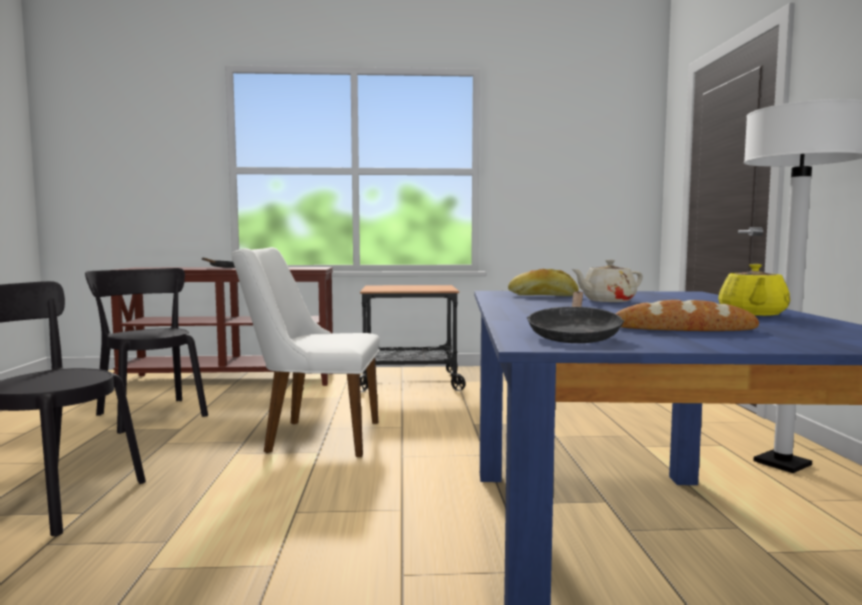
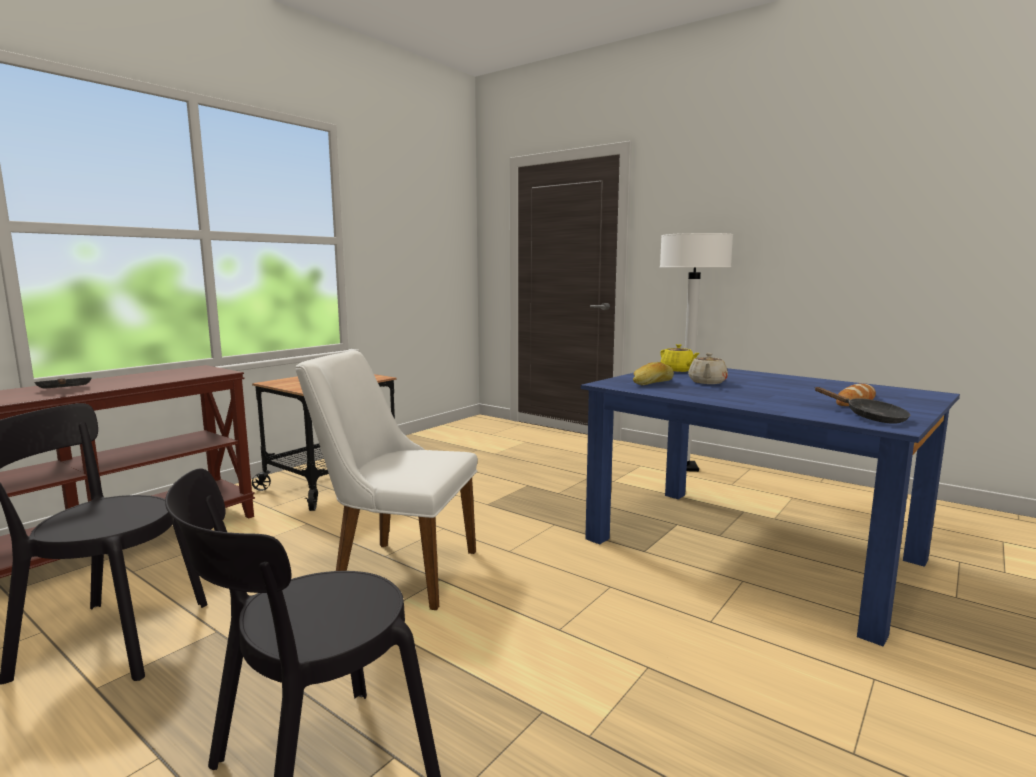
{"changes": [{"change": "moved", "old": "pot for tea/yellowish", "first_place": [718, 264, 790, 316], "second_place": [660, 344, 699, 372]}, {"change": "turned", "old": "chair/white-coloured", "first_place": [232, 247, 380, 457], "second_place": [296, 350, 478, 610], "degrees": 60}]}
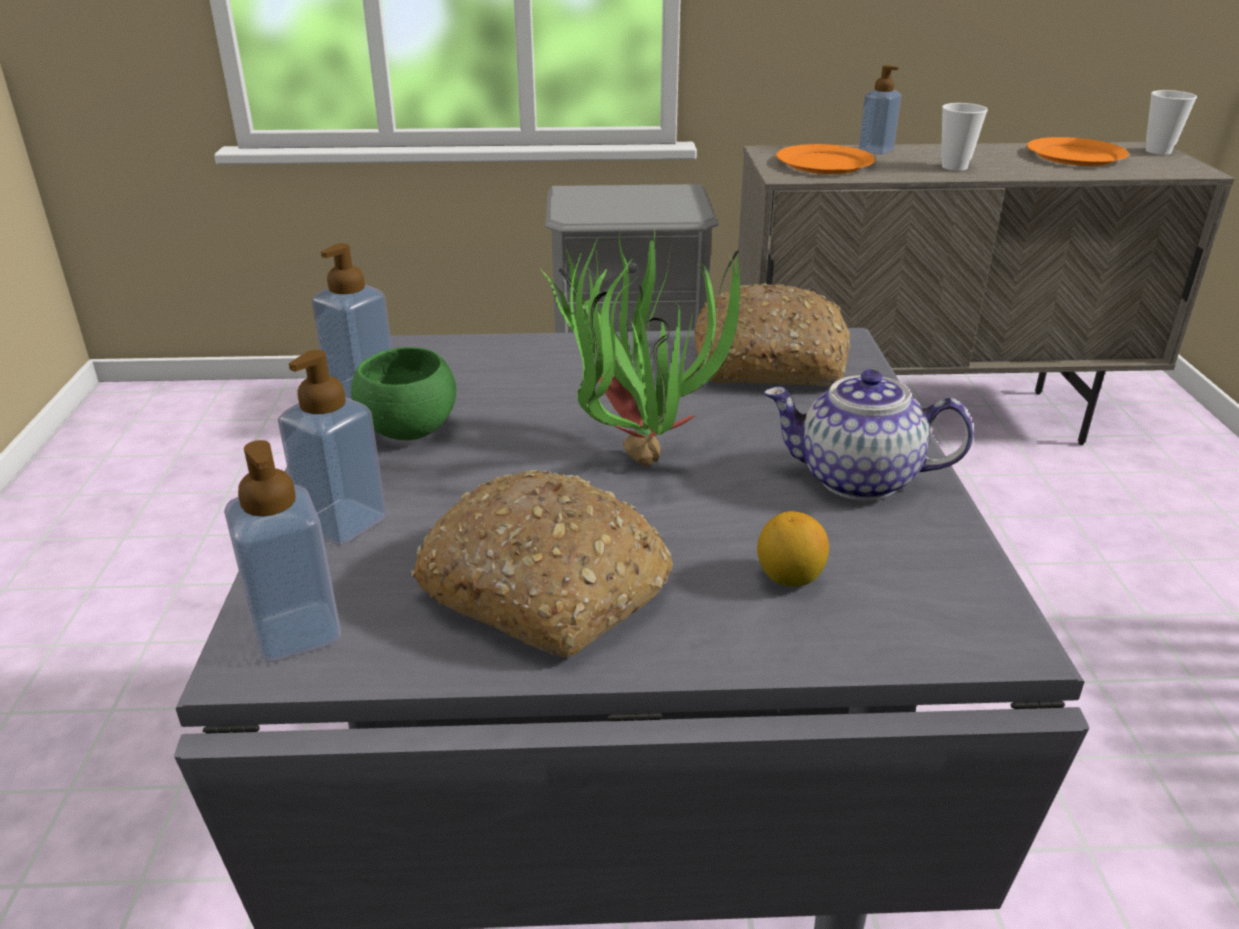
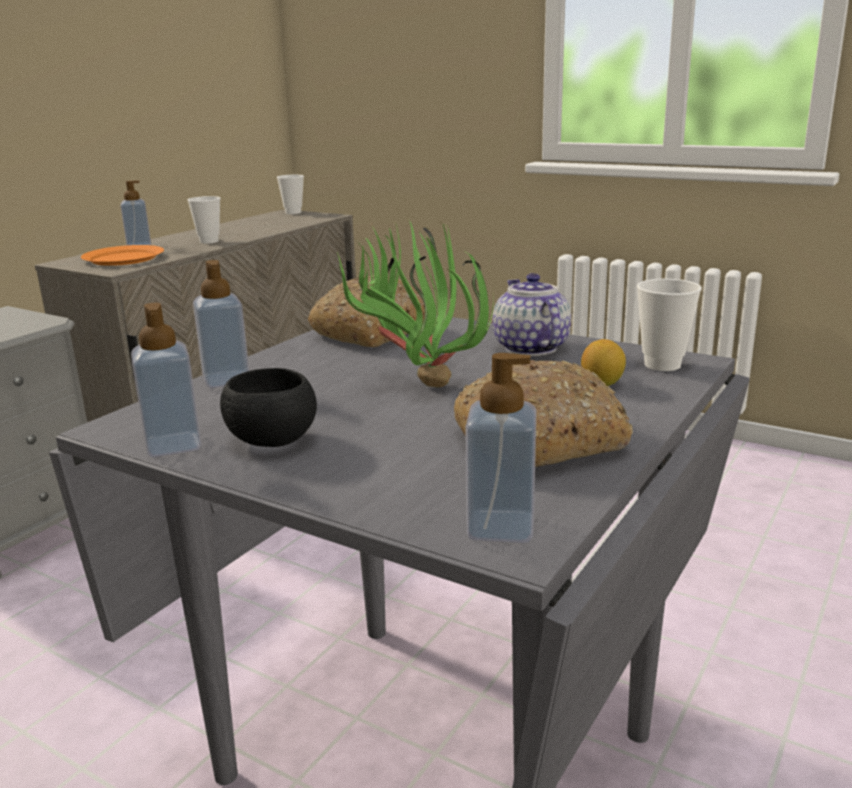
{"changes": [{"change": "removed", "old": "plate/orangey", "first_place": [1027, 137, 1129, 166]}, {"change": "added", "new": "drinking cup", "second_place": [637, 279, 702, 371]}, {"change": "moved", "old": "liquid soap bottle", "first_place": [278, 350, 386, 545], "second_place": [193, 260, 249, 388]}, {"change": "recoloured", "old": "serving bowl/green-coloured", "new": "serving bowl/black-coloured", "first_place": [351, 347, 456, 440], "second_place": [220, 368, 317, 447]}, {"change": "turned", "old": "pot for tea", "first_place": [764, 369, 974, 501], "second_place": [492, 273, 571, 356], "degrees": 120}]}
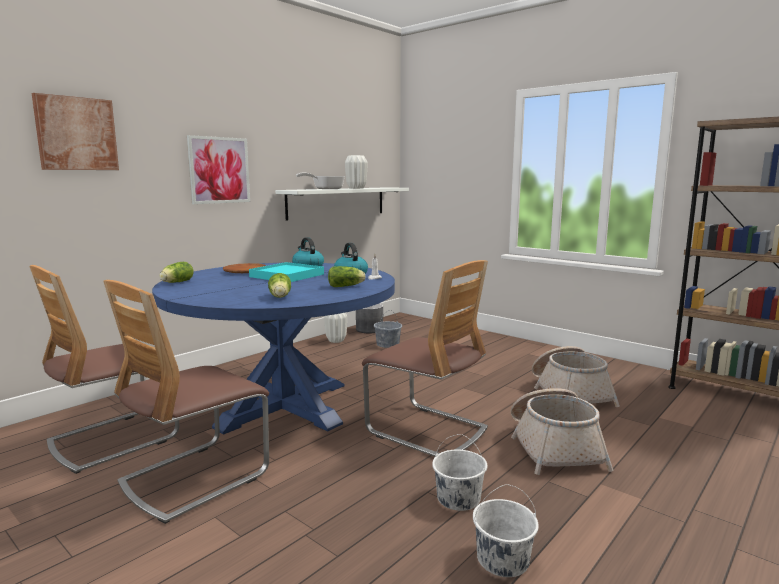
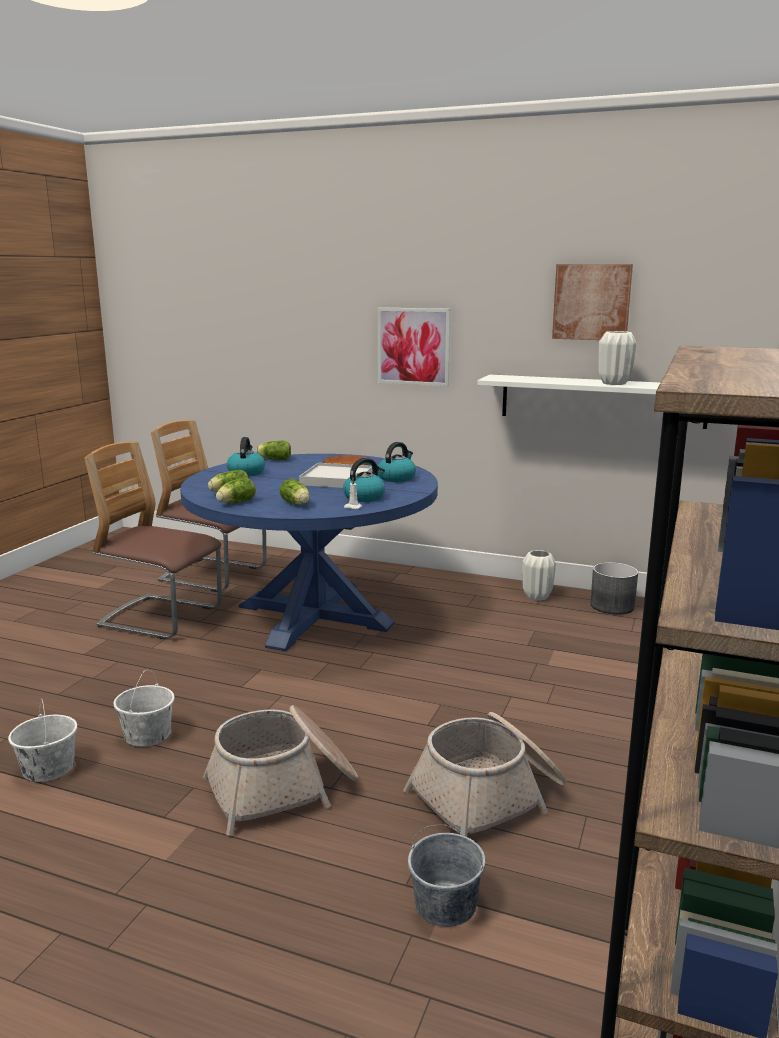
{"changes": [{"change": "removed", "old": "skillet", "first_place": [296, 173, 345, 189]}, {"change": "removed", "old": "chair", "first_place": [362, 260, 488, 457]}, {"change": "added", "new": "lettuce", "second_place": [216, 478, 256, 503]}, {"change": "added", "new": "kettle", "second_place": [227, 437, 265, 476]}, {"change": "moved", "old": "picture", "first_place": [32, 93, 119, 170], "second_place": [552, 264, 633, 340]}, {"change": "moved", "old": "pail/gray", "first_place": [374, 310, 402, 348], "second_place": [408, 824, 486, 927]}, {"change": "recoloured", "old": "serving tray/blue-green", "new": "serving tray/white-coloured", "first_place": [249, 262, 324, 282], "second_place": [299, 463, 372, 488]}]}
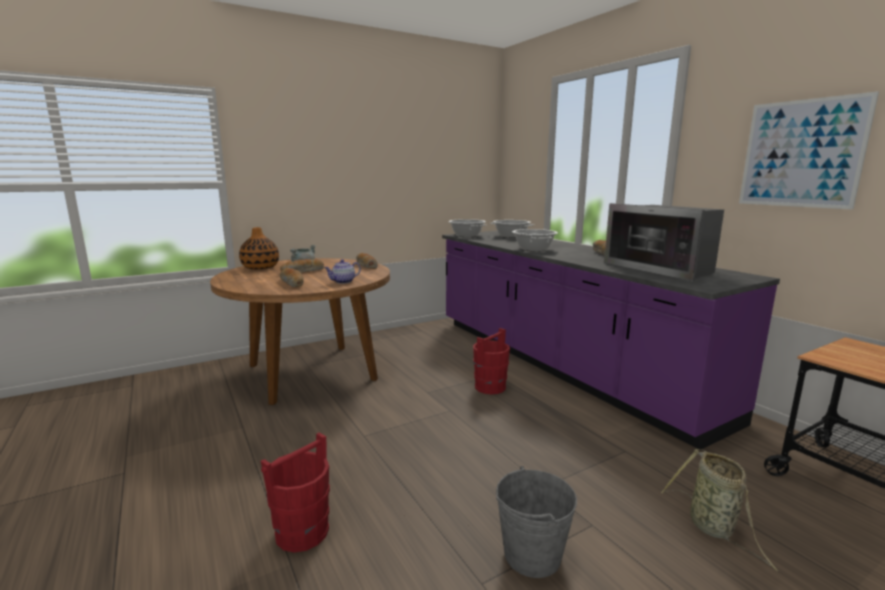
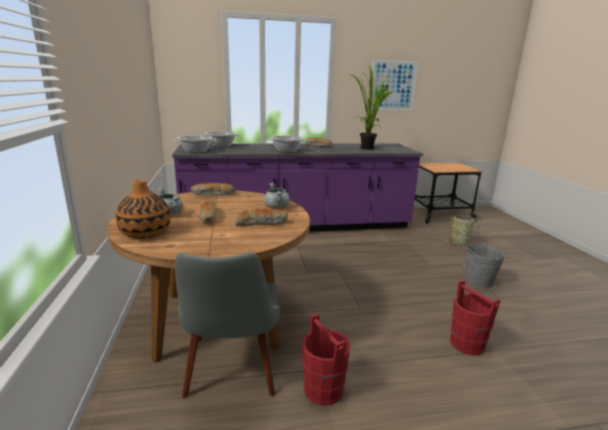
{"changes": [{"change": "added", "new": "chair/gray", "second_place": [175, 252, 280, 398]}, {"change": "moved", "old": "pail/reddish", "first_place": [473, 328, 510, 394], "second_place": [302, 314, 350, 405]}, {"change": "replaced", "old": "pot for tea", "new": "stockpot/gray", "first_place": [325, 259, 361, 284], "second_place": [264, 183, 290, 208]}, {"change": "replaced", "old": "microwave oven", "new": "potted plant", "first_place": [604, 203, 724, 281], "second_place": [351, 65, 396, 150]}]}
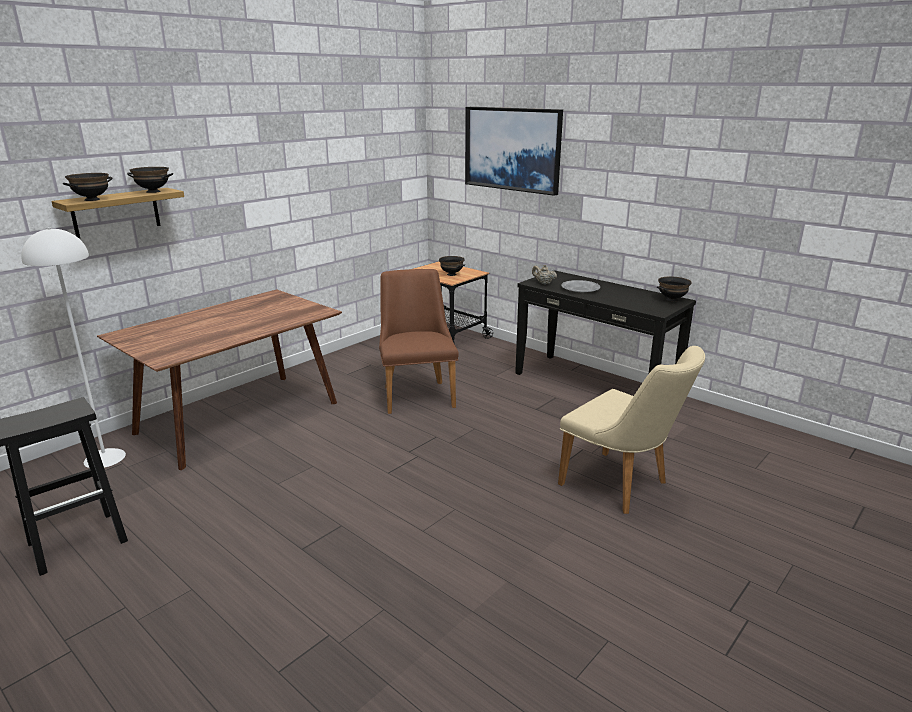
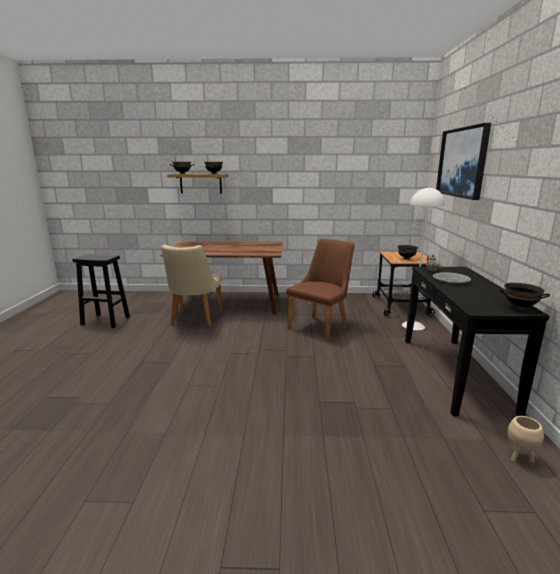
{"changes": [{"change": "added", "new": "planter/beige-coloured", "second_place": [508, 416, 544, 463]}, {"change": "moved", "old": "floor lamp/white-coloured", "first_place": [21, 227, 126, 468], "second_place": [402, 187, 445, 330]}, {"change": "moved", "old": "chair/beige-coloured", "first_place": [558, 346, 705, 514], "second_place": [161, 245, 222, 326]}]}
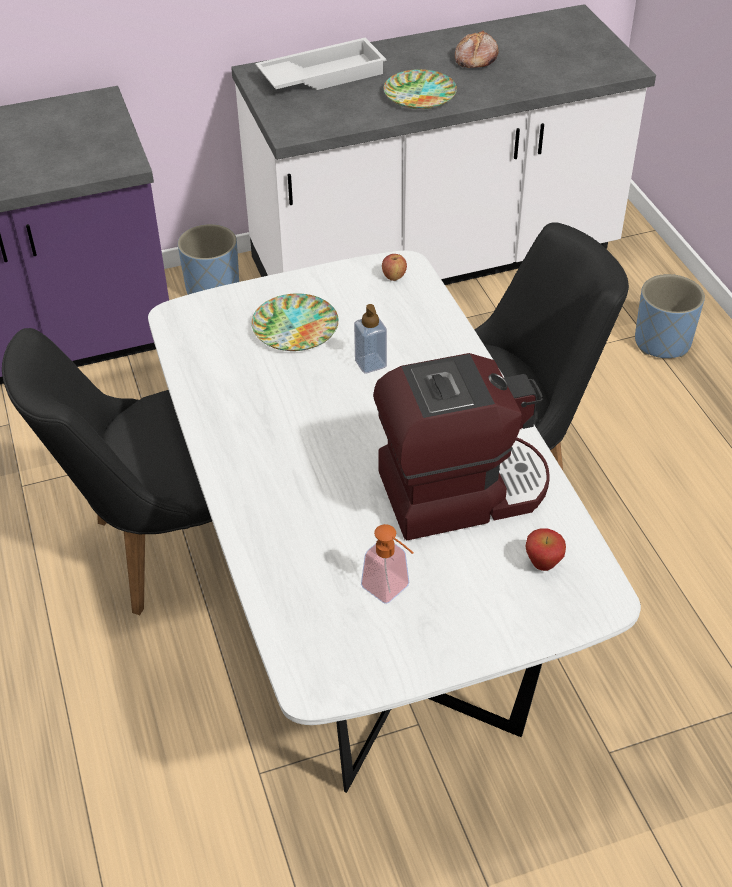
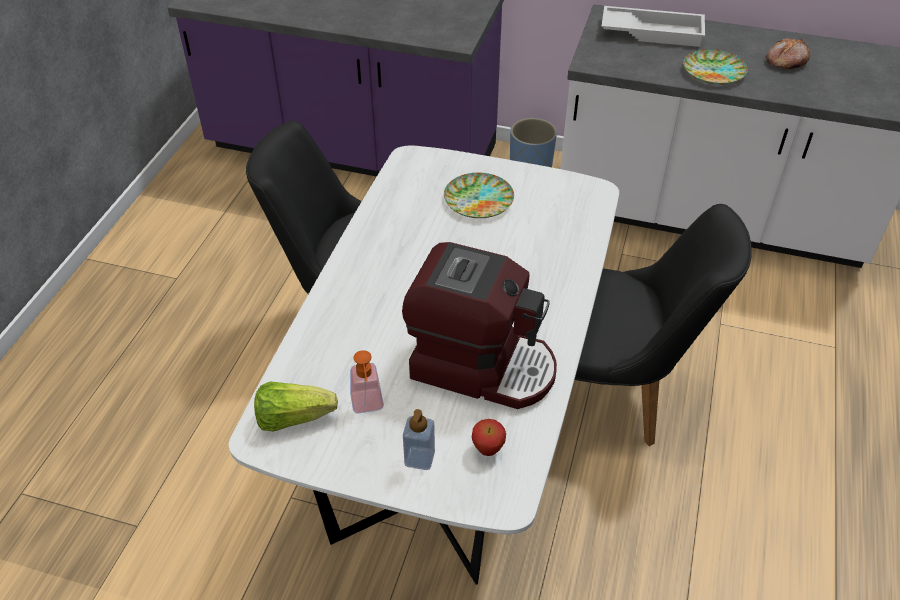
{"changes": [{"change": "removed", "old": "whole apple", "first_place": [382, 254, 407, 281]}, {"change": "removed", "old": "planter/blue", "first_place": [635, 274, 705, 358]}, {"change": "added", "new": "lettuce", "second_place": [254, 381, 338, 431]}, {"change": "moved", "old": "liquid soap bottle", "first_place": [354, 304, 387, 374], "second_place": [403, 409, 435, 470]}]}
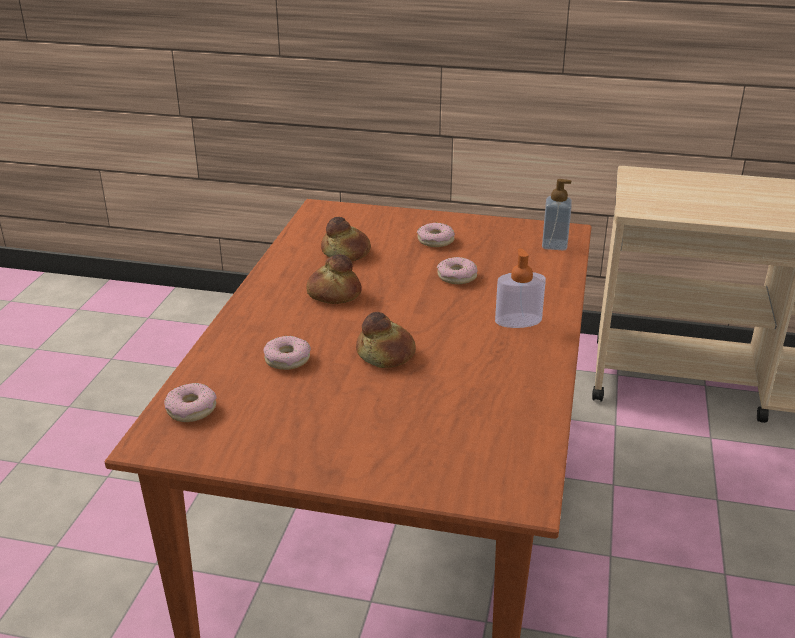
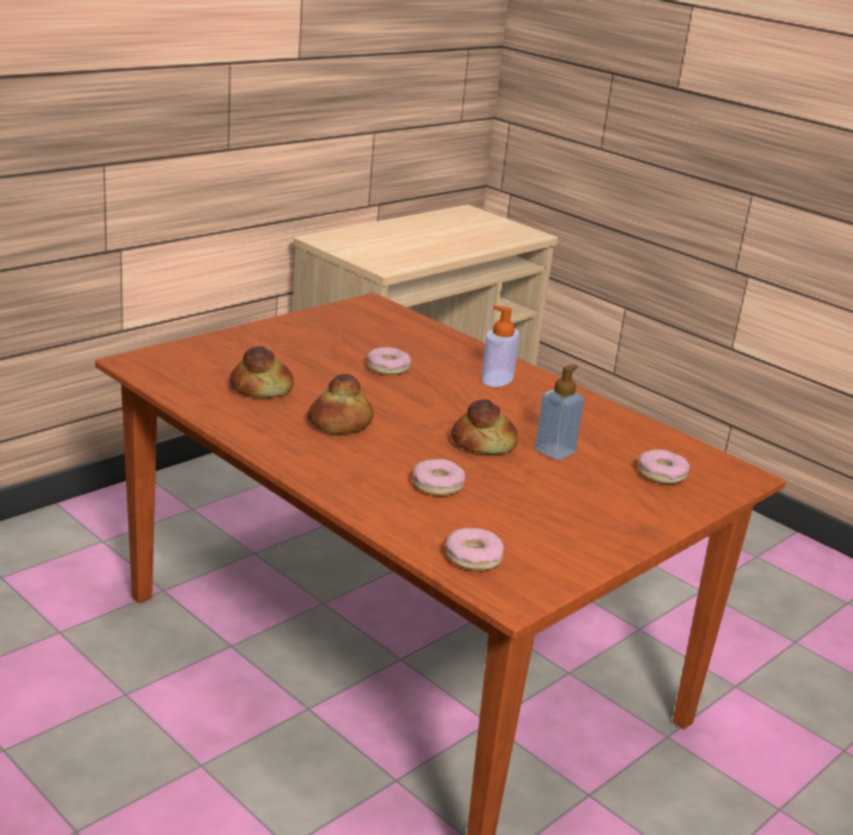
{"changes": [{"change": "moved", "old": "doughnut", "first_place": [417, 222, 455, 247], "second_place": [638, 449, 690, 484]}, {"change": "moved", "old": "liquid soap bottle", "first_place": [542, 179, 572, 251], "second_place": [535, 364, 585, 460]}]}
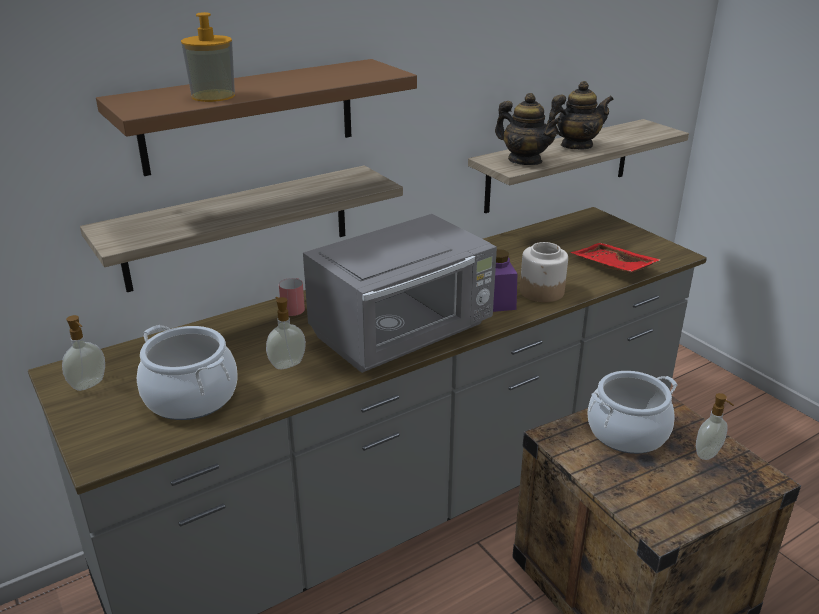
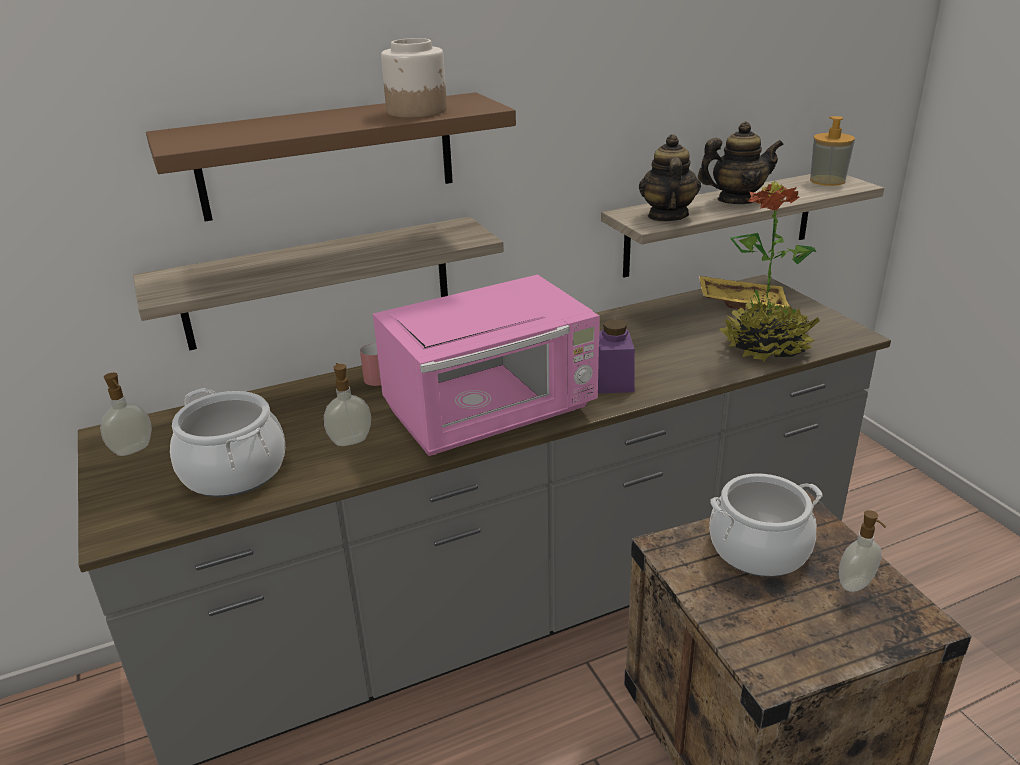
{"changes": [{"change": "added", "new": "serving tray/yellowish", "second_place": [699, 276, 789, 309]}, {"change": "moved", "old": "liquid soap bottle", "first_place": [181, 12, 235, 102], "second_place": [810, 116, 855, 186]}, {"change": "moved", "old": "storage jar", "first_place": [520, 242, 568, 302], "second_place": [381, 38, 447, 118]}, {"change": "replaced", "old": "serving tray/reddish", "new": "potted plant", "first_place": [570, 243, 660, 273], "second_place": [720, 181, 820, 362]}, {"change": "recoloured", "old": "microwave oven/gray", "new": "microwave oven/pink", "first_place": [303, 214, 497, 373], "second_place": [373, 274, 600, 456]}, {"change": "turned", "old": "pot for tea", "first_place": [495, 93, 562, 165], "second_place": [639, 134, 701, 222], "degrees": -135}]}
